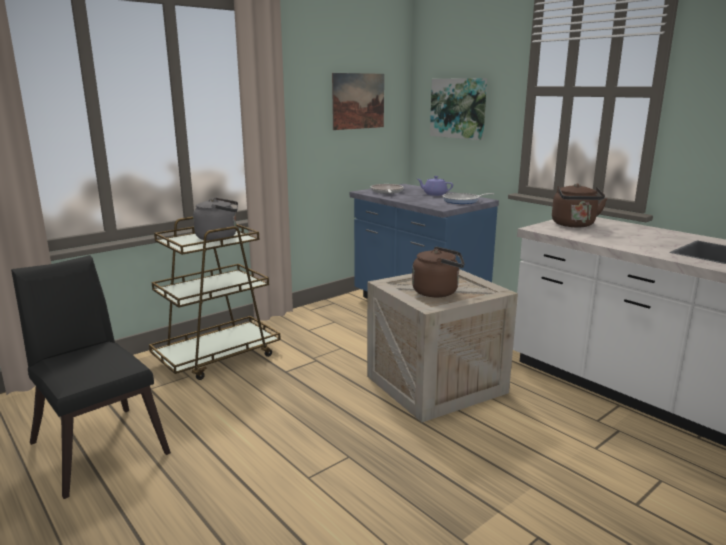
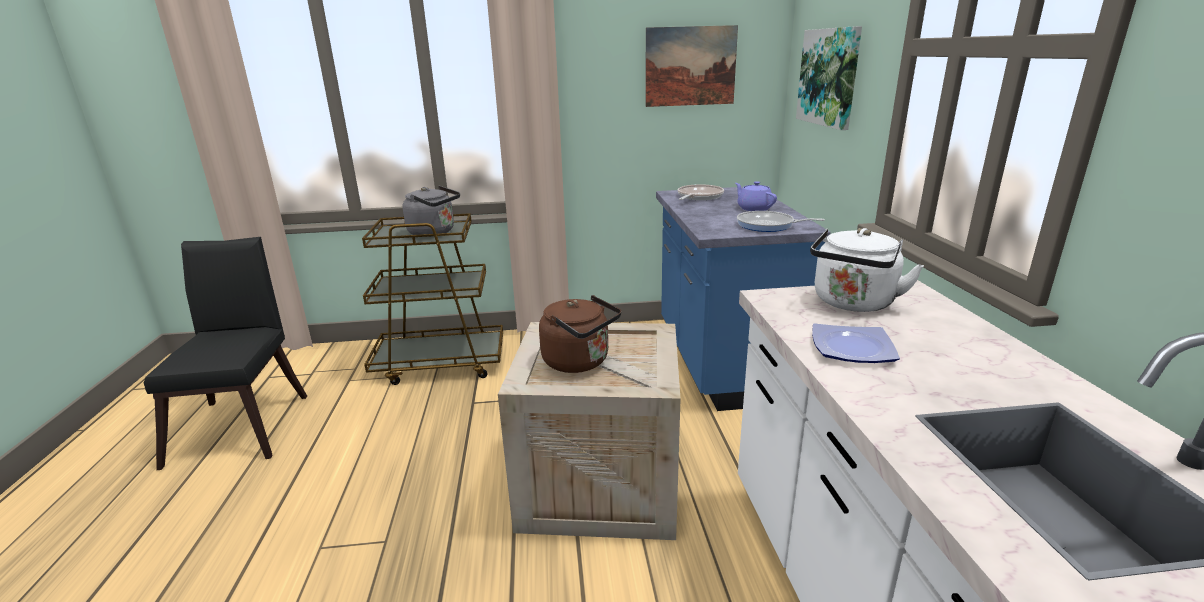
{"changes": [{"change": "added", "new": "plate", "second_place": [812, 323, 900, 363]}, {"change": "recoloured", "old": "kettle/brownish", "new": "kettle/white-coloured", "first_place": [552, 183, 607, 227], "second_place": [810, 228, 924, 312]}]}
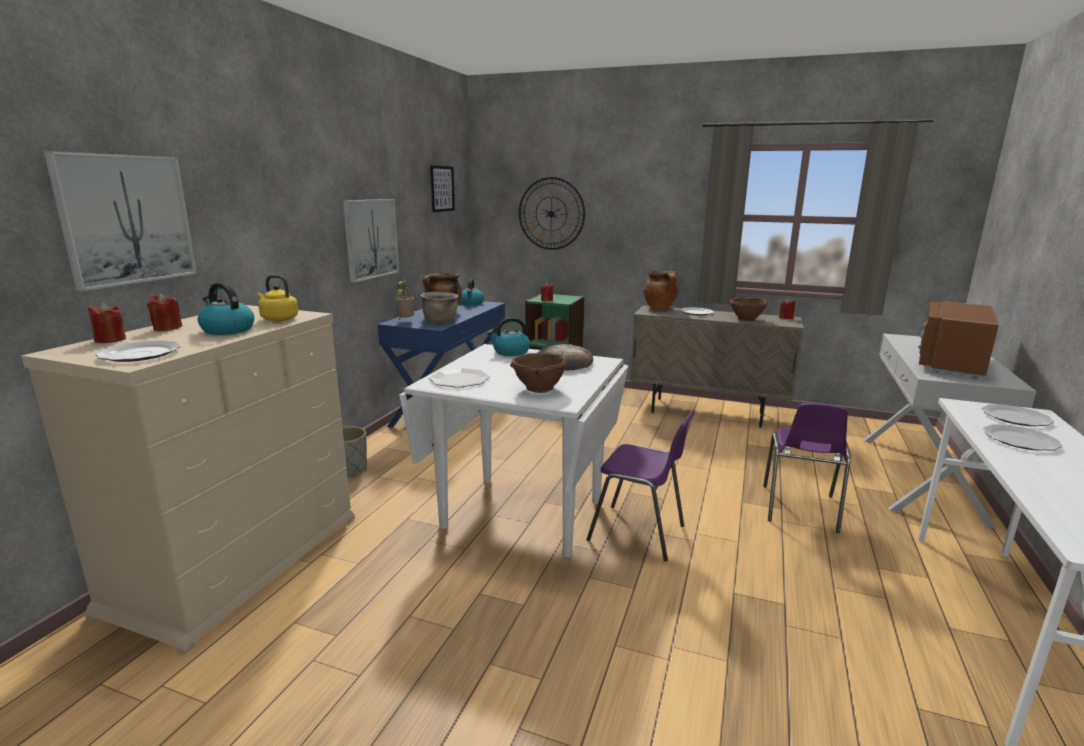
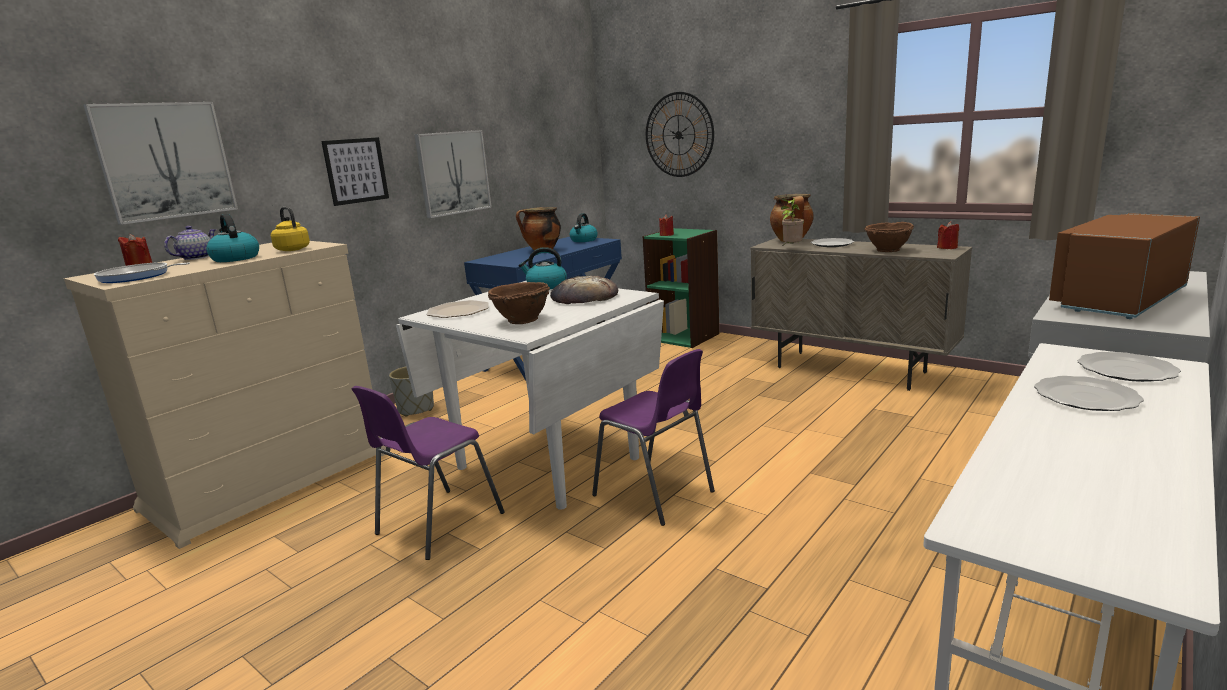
{"changes": [{"change": "removed", "old": "stockpot/brownish", "first_place": [420, 292, 458, 323]}, {"change": "moved", "old": "potted plant", "first_place": [395, 279, 414, 319], "second_place": [781, 198, 804, 247]}, {"change": "moved", "old": "picture", "first_place": [430, 165, 455, 212], "second_place": [321, 137, 389, 206]}, {"change": "moved", "old": "chair/purple", "first_place": [763, 403, 851, 533], "second_place": [352, 386, 505, 560]}, {"change": "replaced", "old": "plate", "new": "skillet", "first_place": [96, 341, 181, 362], "second_place": [94, 262, 190, 283]}, {"change": "replaced", "old": "wax light/reddish", "new": "pot for tea", "first_place": [147, 293, 182, 331], "second_place": [164, 226, 216, 260]}]}
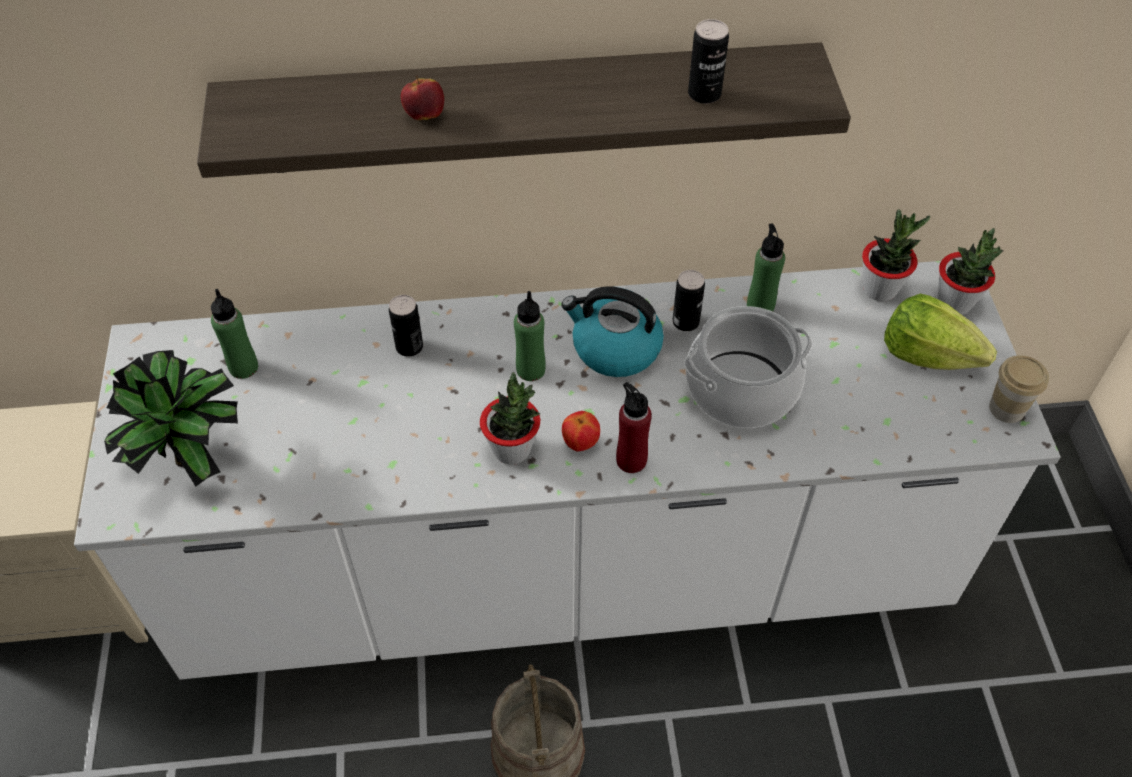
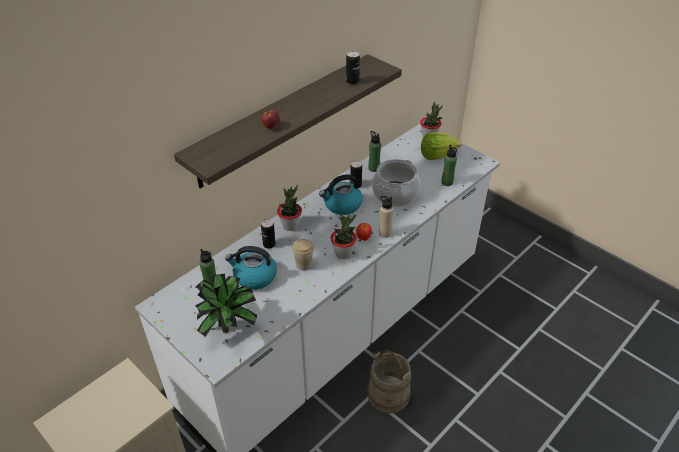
{"changes": [{"change": "added", "new": "kettle", "second_place": [225, 246, 277, 290]}, {"change": "moved", "old": "beverage bottle/green-coloured", "first_place": [514, 291, 546, 381], "second_place": [441, 145, 457, 186]}, {"change": "moved", "old": "potted plant", "first_place": [862, 209, 930, 301], "second_place": [277, 185, 302, 231]}, {"change": "moved", "old": "drinking cup", "first_place": [989, 355, 1049, 423], "second_place": [292, 239, 314, 271]}, {"change": "recoloured", "old": "beverage bottle/reddish", "new": "beverage bottle/beige-coloured", "first_place": [616, 382, 652, 473], "second_place": [379, 196, 394, 238]}]}
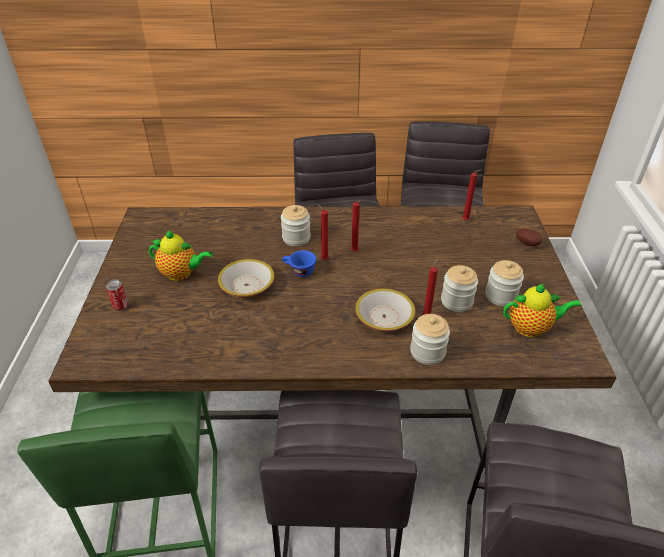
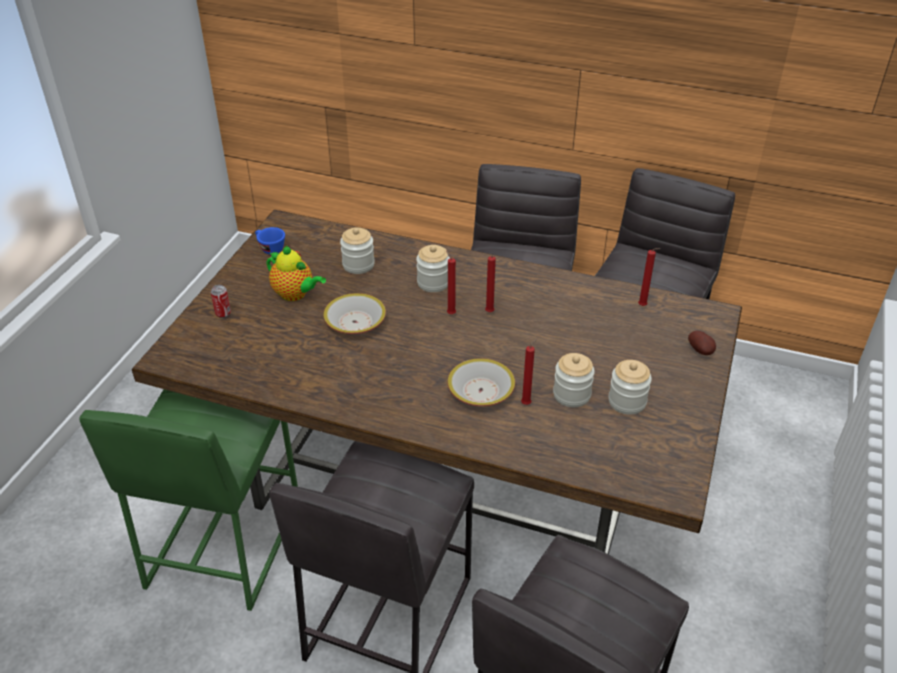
{"changes": [{"change": "removed", "old": "pot for tea", "first_place": [503, 284, 582, 337]}, {"change": "moved", "old": "drinking cup/blue", "first_place": [282, 250, 316, 277], "second_place": [255, 227, 285, 254]}, {"change": "moved", "old": "storage jar", "first_place": [410, 314, 450, 365], "second_place": [340, 227, 375, 274]}]}
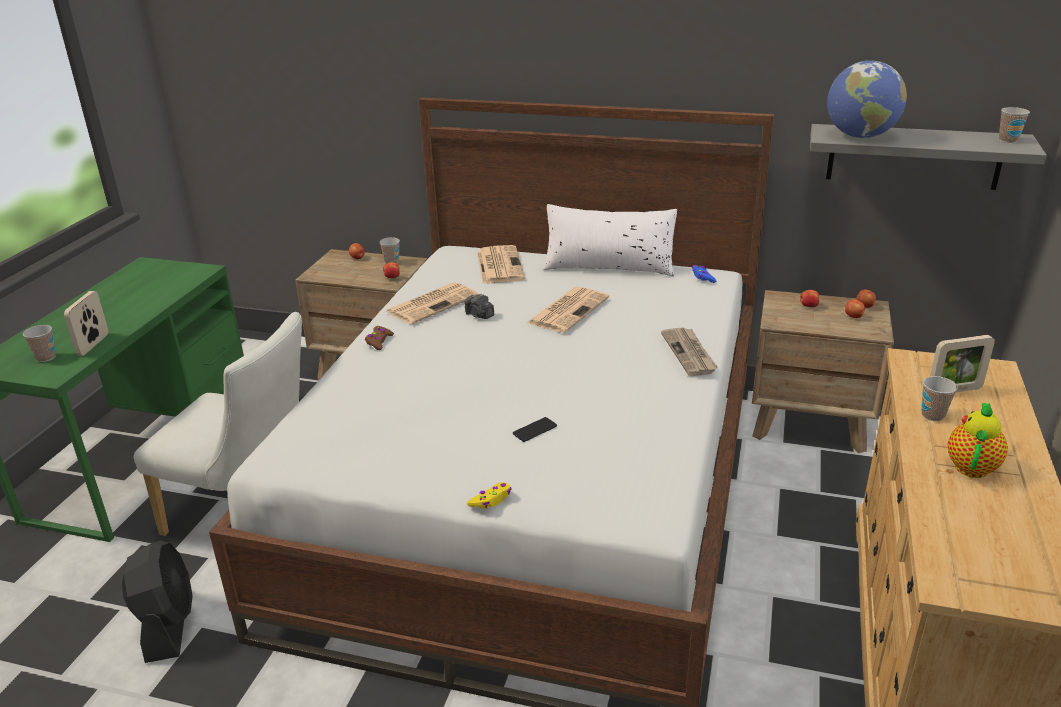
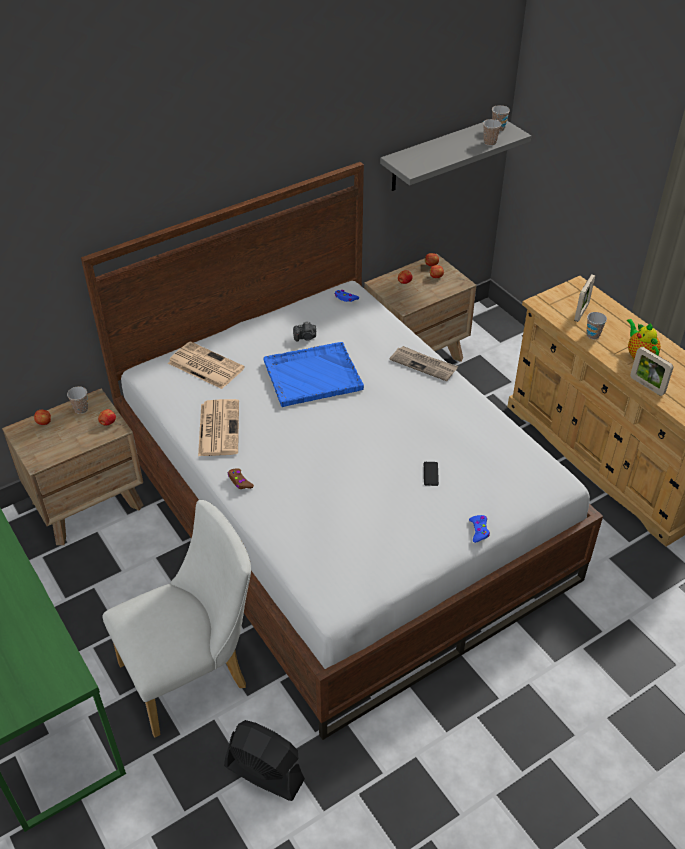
{"changes": [{"change": "removed", "old": "throw pillow/white-coloured", "first_place": [543, 204, 677, 276]}, {"change": "removed", "old": "world globe", "first_place": [827, 61, 907, 138]}, {"change": "moved", "old": "drinking cup", "first_place": [23, 325, 56, 362], "second_place": [483, 119, 501, 146]}, {"change": "moved", "old": "photo frame", "first_place": [64, 291, 108, 356], "second_place": [630, 347, 673, 396]}, {"change": "moved", "old": "photo camera", "first_place": [464, 294, 494, 319], "second_place": [293, 322, 316, 342]}, {"change": "replaced", "old": "newspaper", "new": "serving tray/blue", "first_place": [527, 287, 609, 333], "second_place": [263, 342, 364, 407]}, {"change": "recoloured", "old": "gamepad/yellowish", "new": "gamepad/blue", "first_place": [467, 482, 512, 509], "second_place": [469, 515, 490, 543]}]}
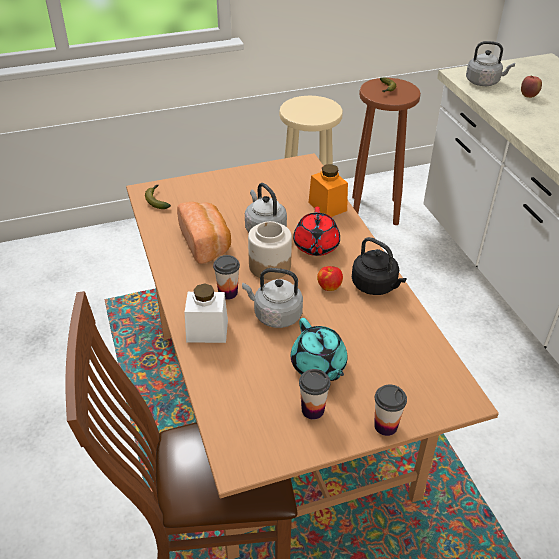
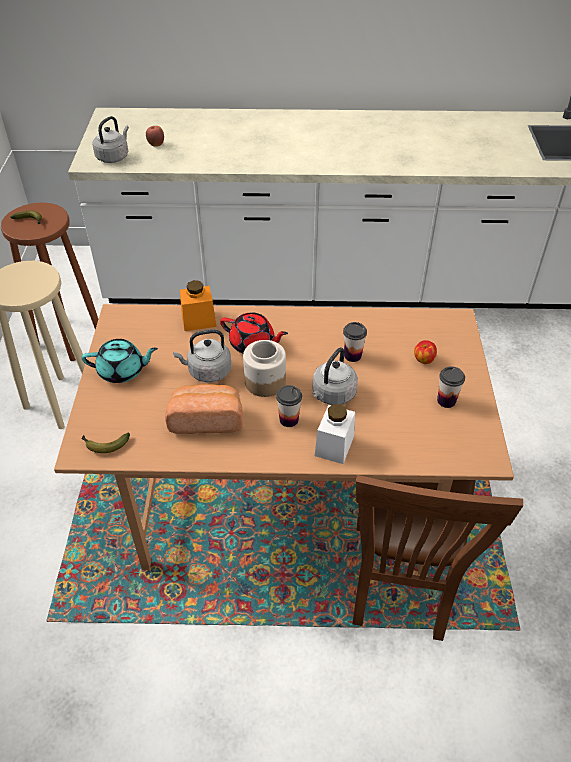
{"changes": [{"change": "removed", "old": "kettle/black-coloured", "first_place": [352, 237, 407, 295]}, {"change": "moved", "old": "pot for tea/blue-green", "first_place": [291, 318, 347, 381], "second_place": [82, 339, 158, 383]}, {"change": "moved", "old": "whole apple", "first_place": [317, 266, 343, 291], "second_place": [414, 340, 437, 364]}, {"change": "moved", "old": "drinking cup", "first_place": [374, 384, 407, 436], "second_place": [343, 322, 367, 362]}]}
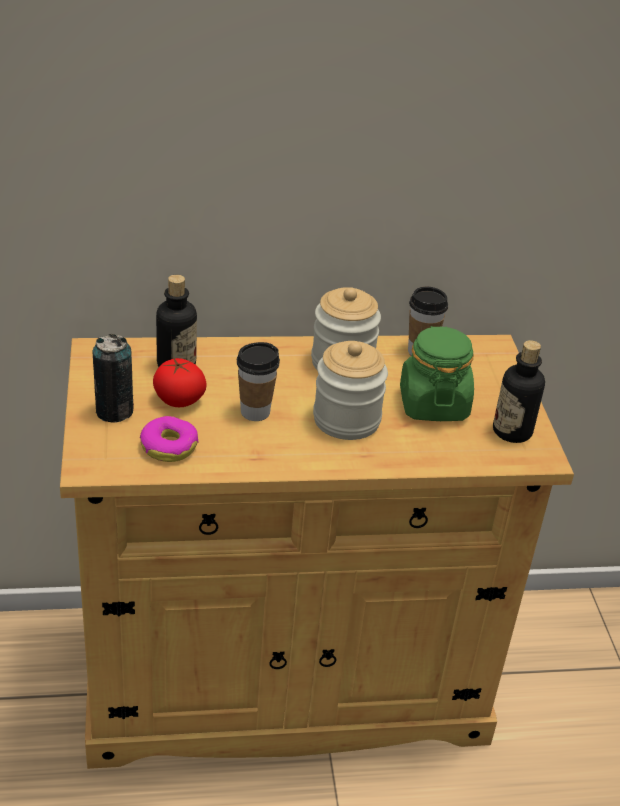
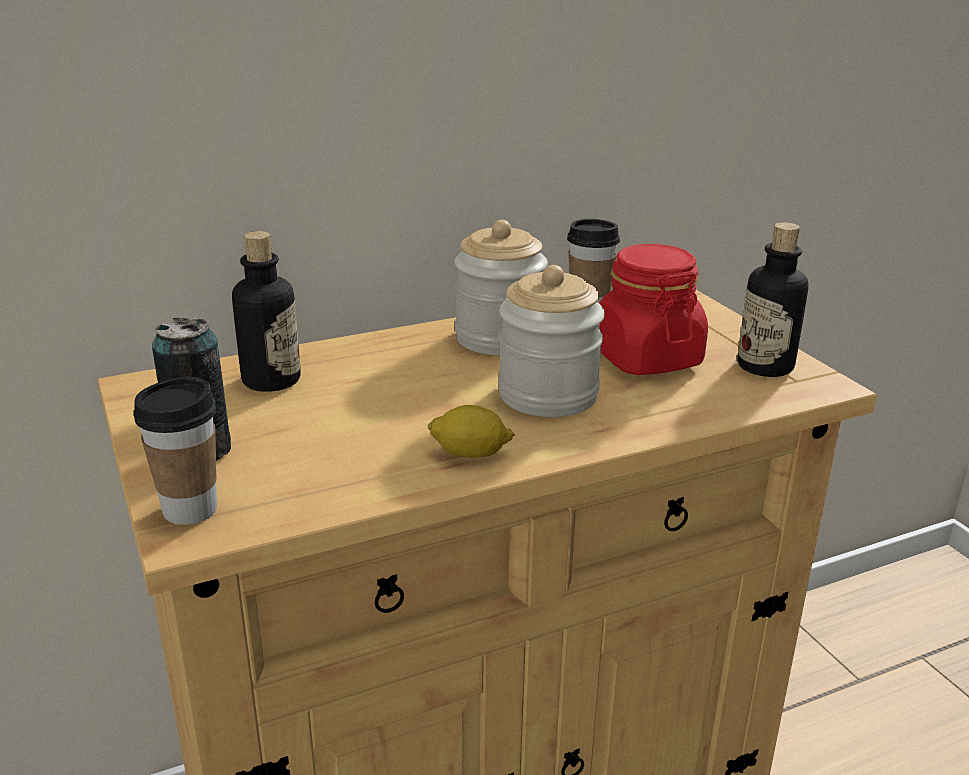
{"changes": [{"change": "removed", "old": "doughnut", "first_place": [140, 416, 198, 462]}, {"change": "removed", "old": "fresh tomato", "first_place": [153, 358, 207, 407]}, {"change": "added", "new": "whole lemon", "second_place": [427, 405, 515, 458]}, {"change": "moved", "old": "drinking cup", "first_place": [237, 342, 280, 421], "second_place": [133, 376, 217, 525]}, {"change": "recoloured", "old": "storage jar/green-coloured", "new": "storage jar/reddish", "first_place": [400, 326, 474, 421], "second_place": [599, 244, 708, 375]}]}
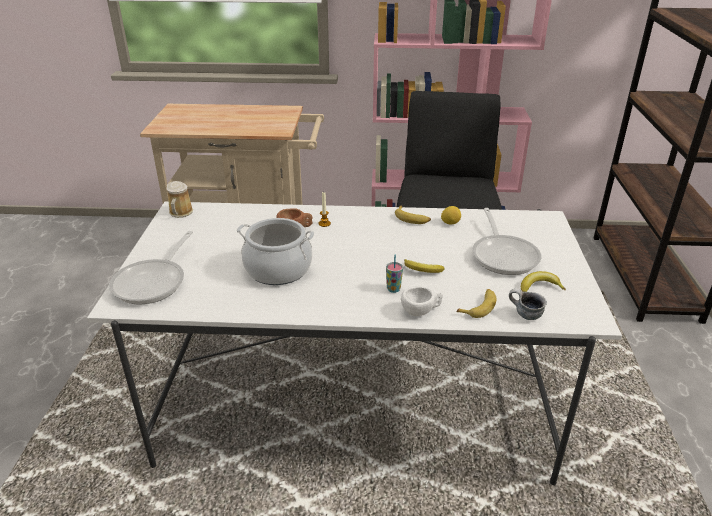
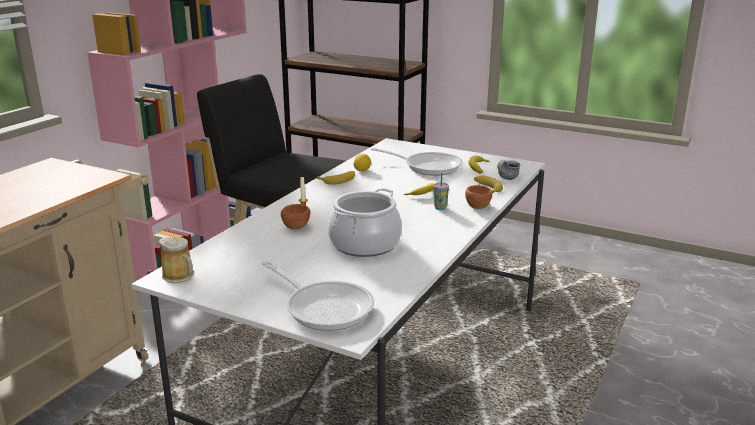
{"changes": [{"change": "recoloured", "old": "drinking cup/white-coloured", "new": "drinking cup/brownish", "first_place": [401, 286, 443, 316], "second_place": [465, 184, 492, 209]}]}
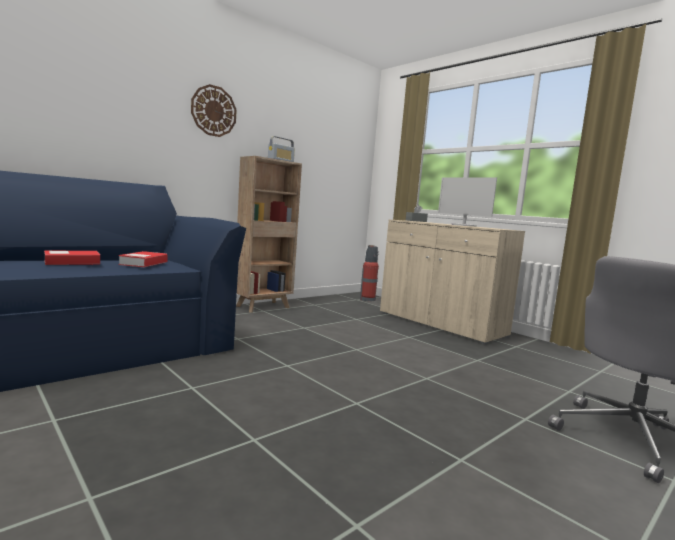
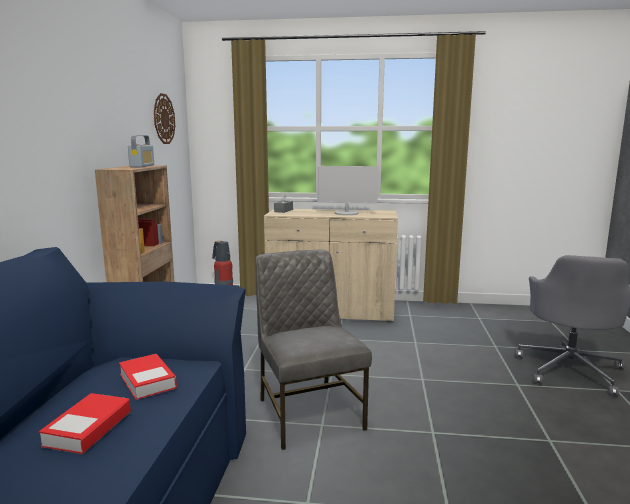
{"changes": [{"change": "added", "new": "chair/gray", "second_place": [255, 249, 372, 450]}, {"change": "moved", "old": "hanging clock", "first_place": [191, 84, 237, 137], "second_place": [154, 93, 175, 144]}]}
